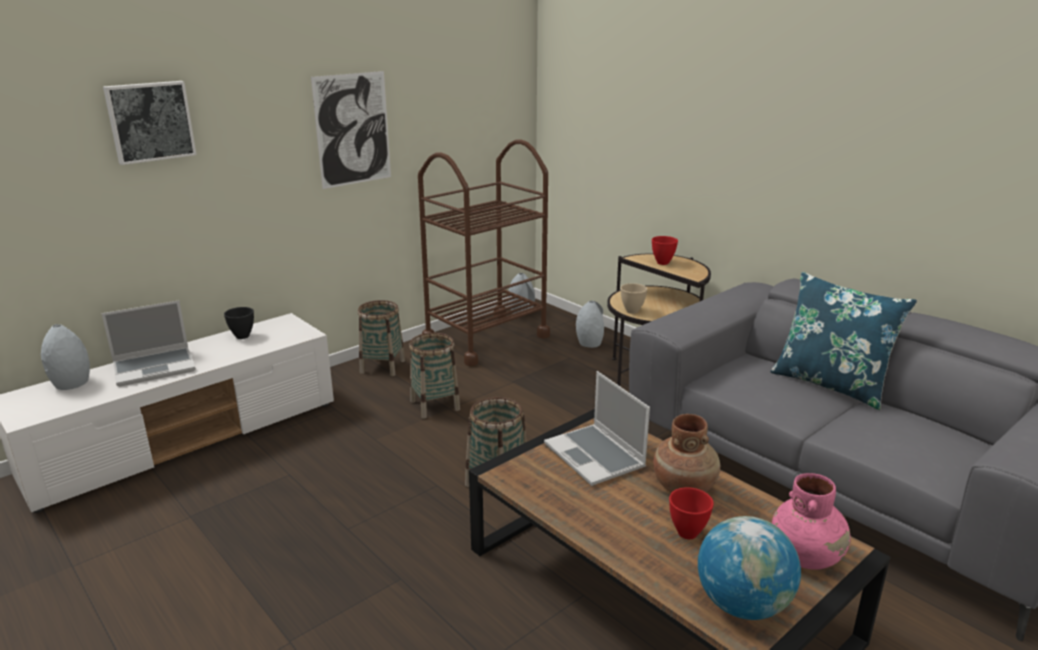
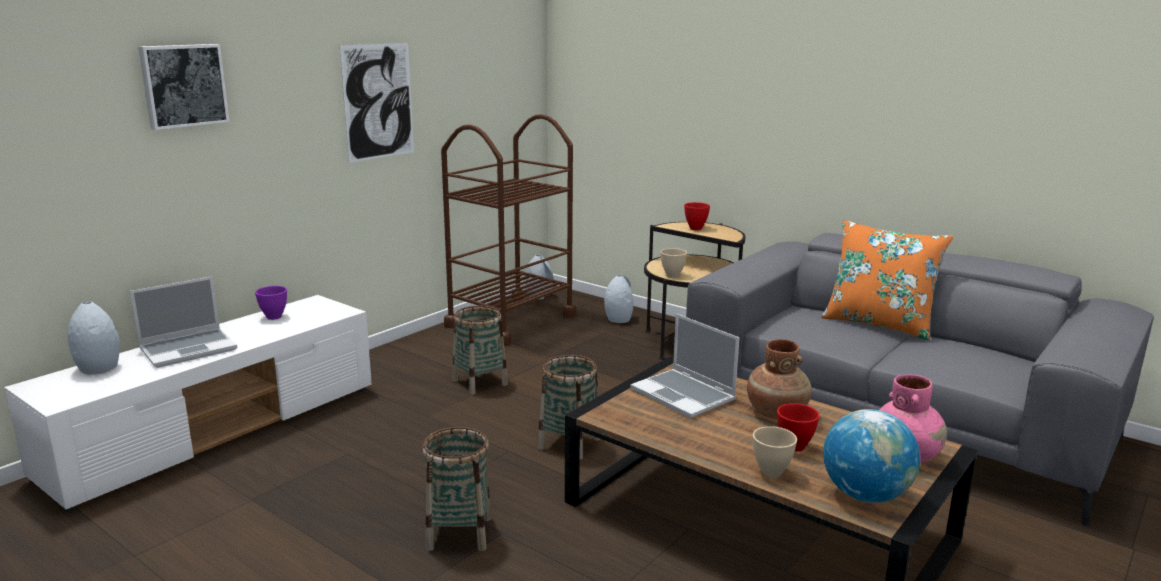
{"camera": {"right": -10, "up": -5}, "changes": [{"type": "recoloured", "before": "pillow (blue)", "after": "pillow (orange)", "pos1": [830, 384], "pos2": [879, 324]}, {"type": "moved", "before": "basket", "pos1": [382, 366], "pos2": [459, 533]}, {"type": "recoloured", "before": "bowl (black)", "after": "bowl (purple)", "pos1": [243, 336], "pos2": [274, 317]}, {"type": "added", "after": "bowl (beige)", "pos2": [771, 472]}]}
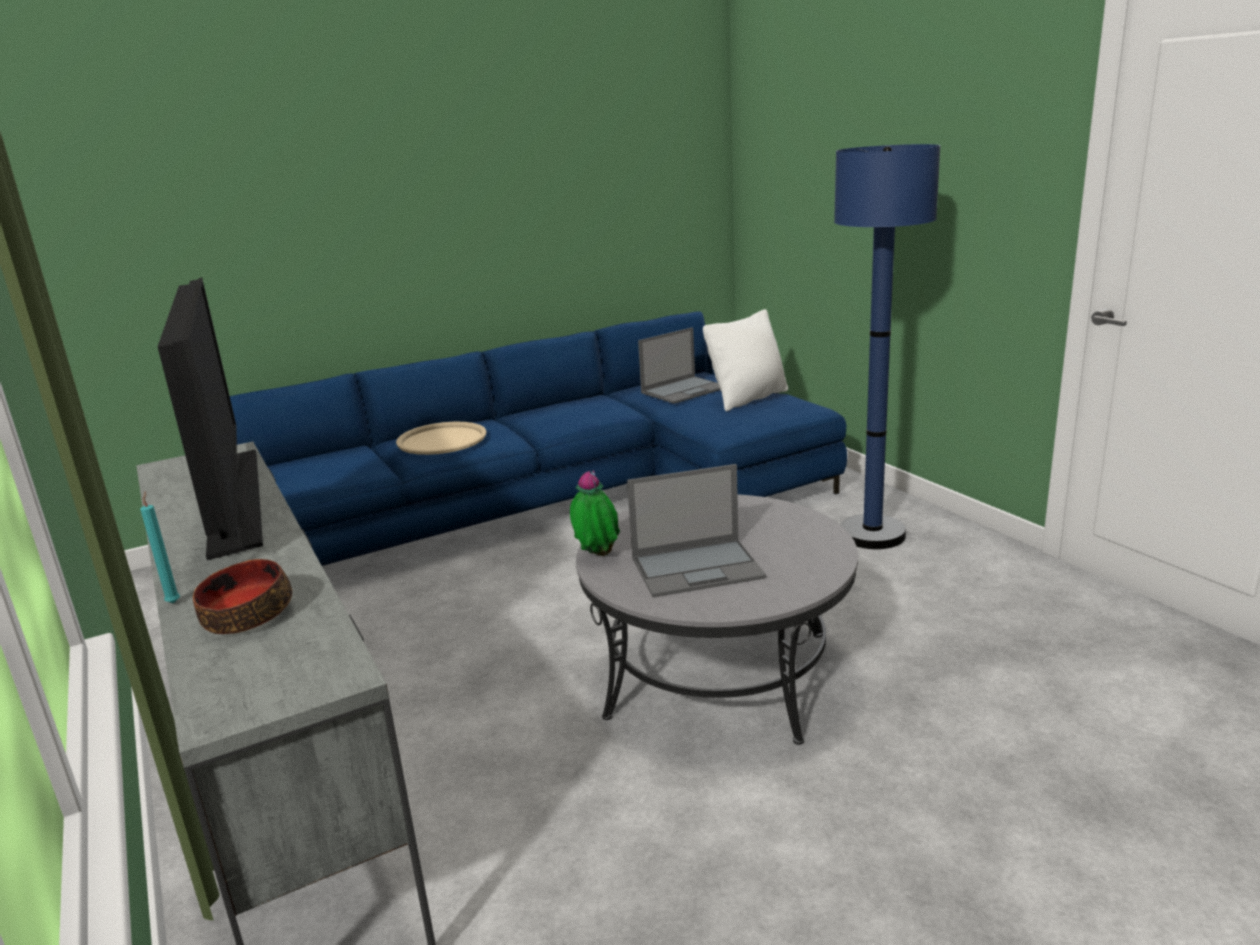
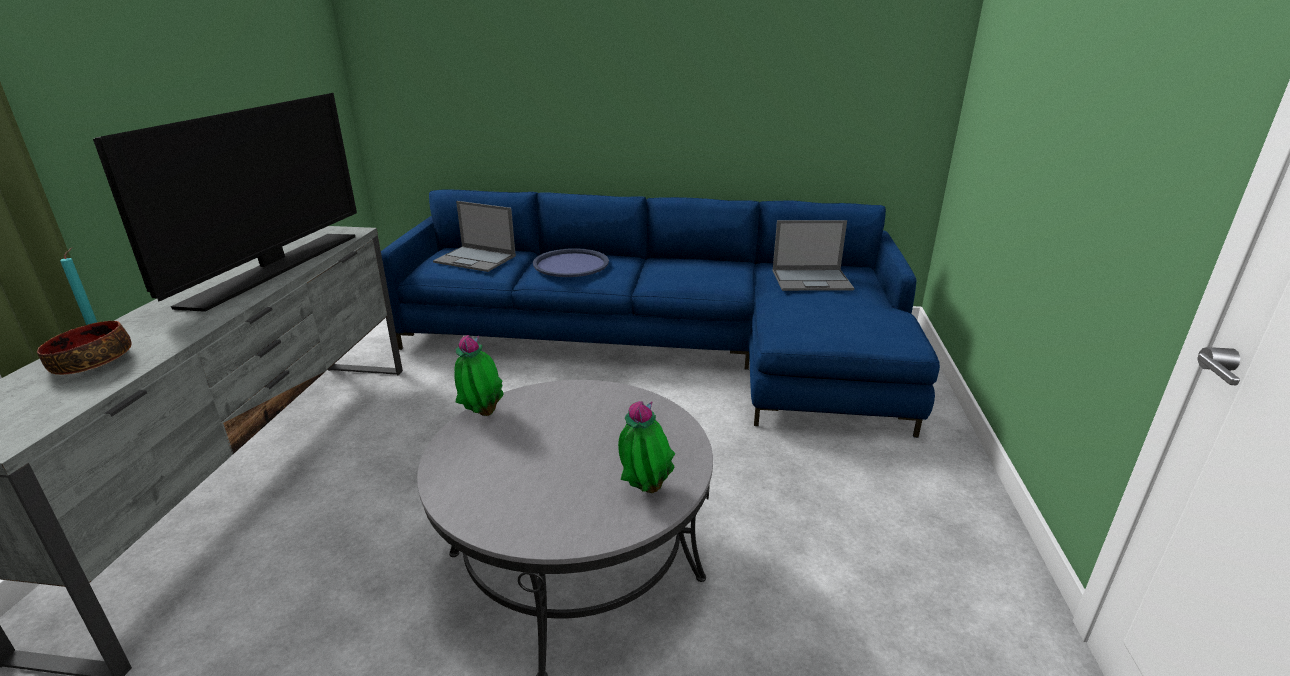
{"camera": {"right": 35, "up": 5}, "changes": [{"type": "removed", "before": "floor lamp (blue)", "pos1": [872, 534]}, {"type": "removed", "before": "pillow (white)", "pos1": [748, 399]}, {"type": "recoloured", "before": "tray (beige)", "after": "tray (blue)", "pos1": [442, 440], "pos2": [571, 264]}, {"type": "moved", "before": "laptop", "pos1": [698, 567], "pos2": [476, 259]}, {"type": "added", "after": "potted plant", "pos2": [644, 489]}]}
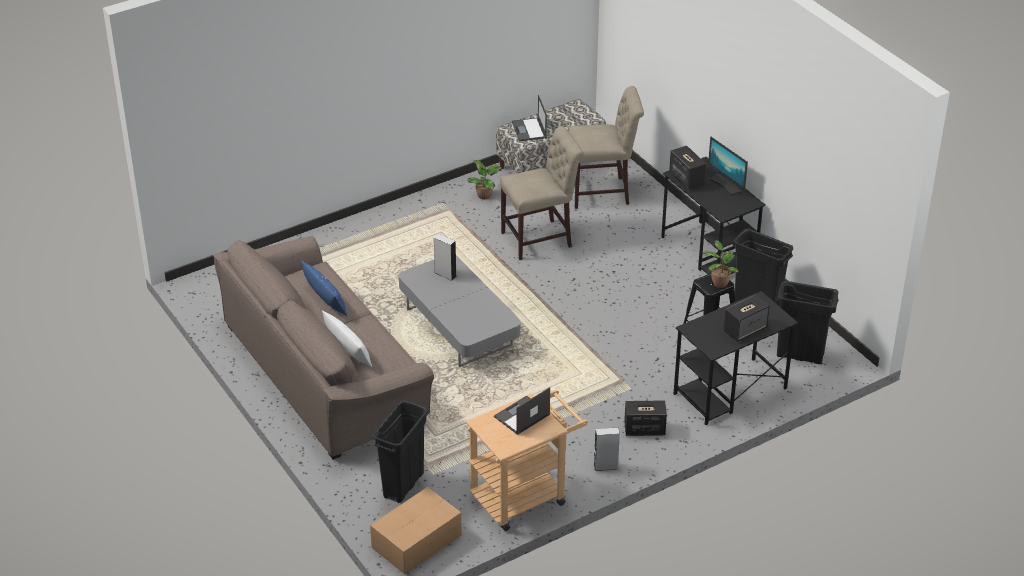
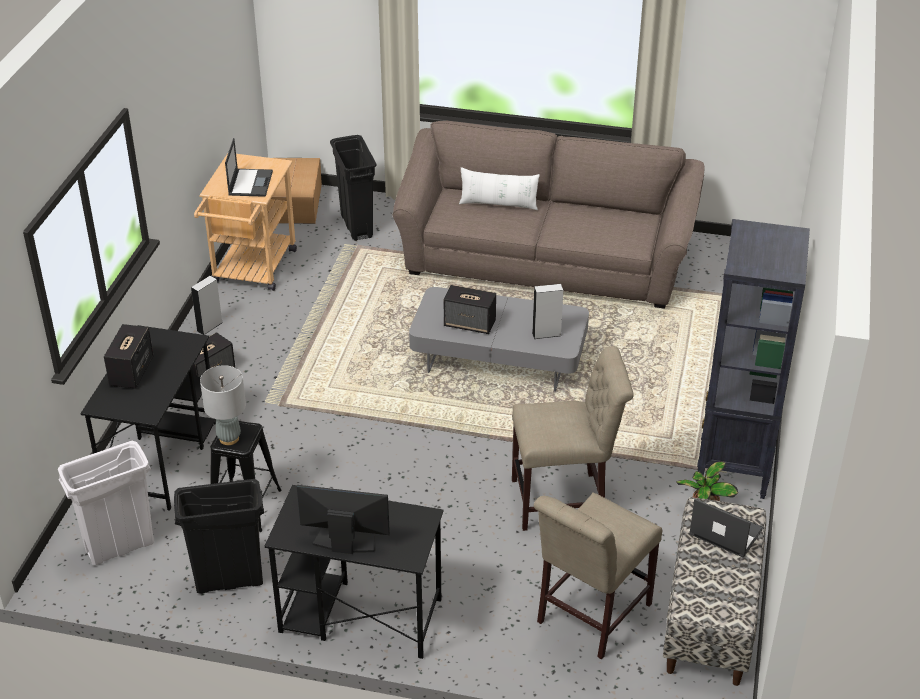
{"camera": {"right": 135, "up": 0}, "changes": [{"type": "turned", "before": "chair (beige)", "pos1": [540, 239], "pos2": [565, 501], "turn": -120}, {"type": "moved", "before": "speaker", "pos1": [686, 178], "pos2": [470, 324]}, {"type": "replaced", "before": "potted plant", "after": "table lamp (grey)", "pos1": [719, 283], "pos2": [229, 438]}, {"type": "removed", "before": "pillow (blue)", "pos1": [325, 299]}, {"type": "recoloured", "before": "trash can (black)", "after": "trash can (white)", "pos1": [800, 355], "pos2": [119, 547]}, {"type": "added", "after": "bookcase (black)", "pos2": [733, 465]}]}
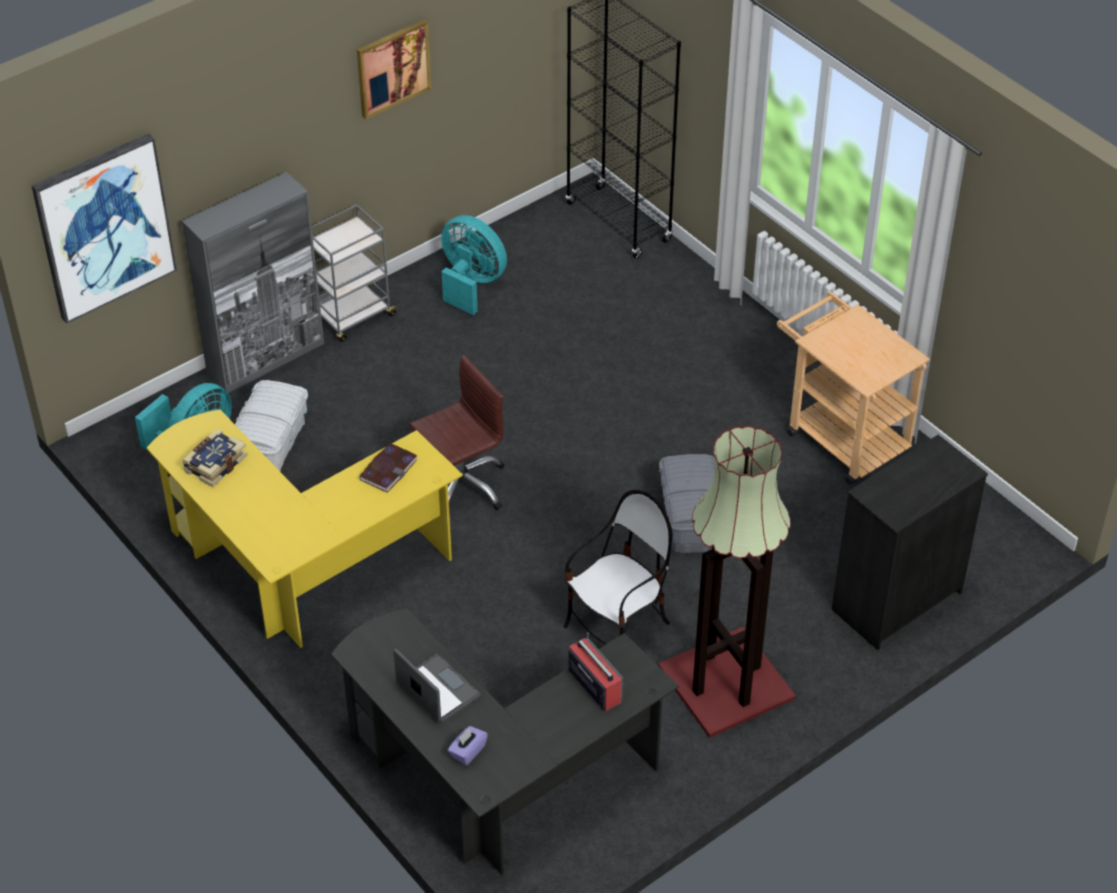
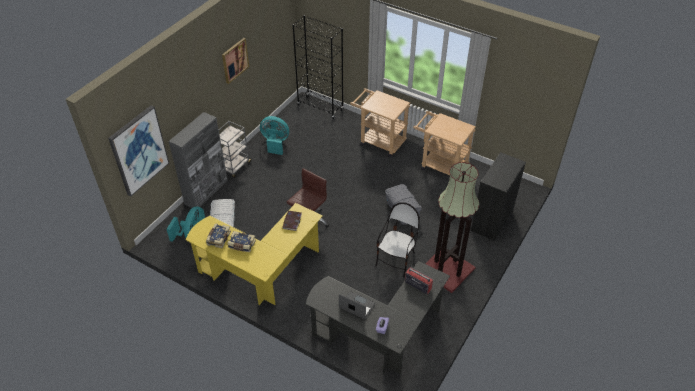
{"camera": {"right": -20, "up": 0}, "changes": [{"type": "added", "after": "cart (beige)", "pos2": [379, 141]}, {"type": "added", "after": "book", "pos2": [241, 245]}]}
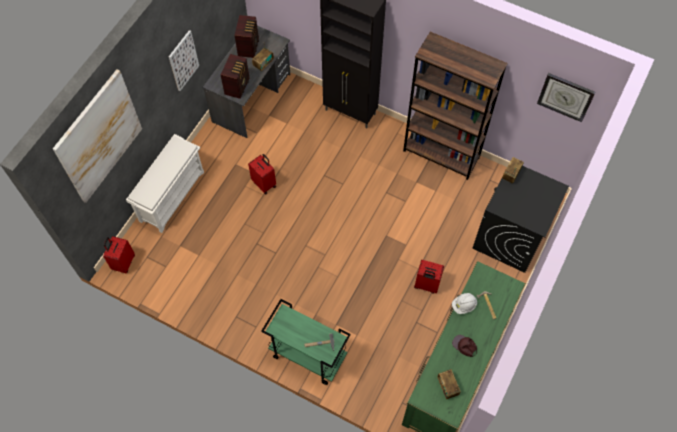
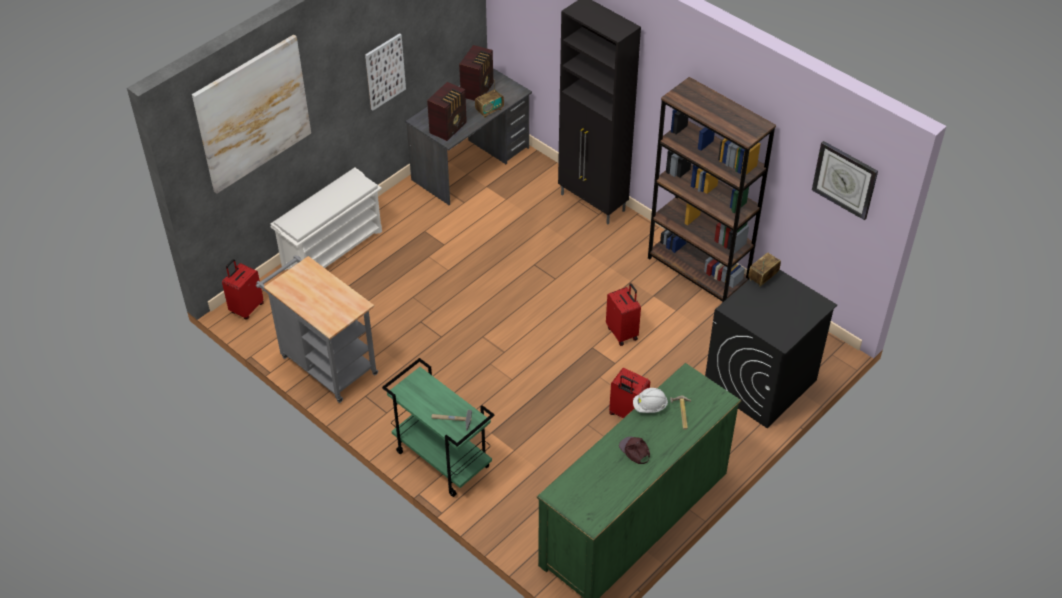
{"camera": {"right": 15, "up": -15}, "changes": [{"type": "moved", "before": "suitcase (red)", "pos1": [264, 183], "pos2": [622, 333]}, {"type": "removed", "before": "radio", "pos1": [447, 387]}, {"type": "added", "after": "cart (grey)", "pos2": [324, 363]}]}
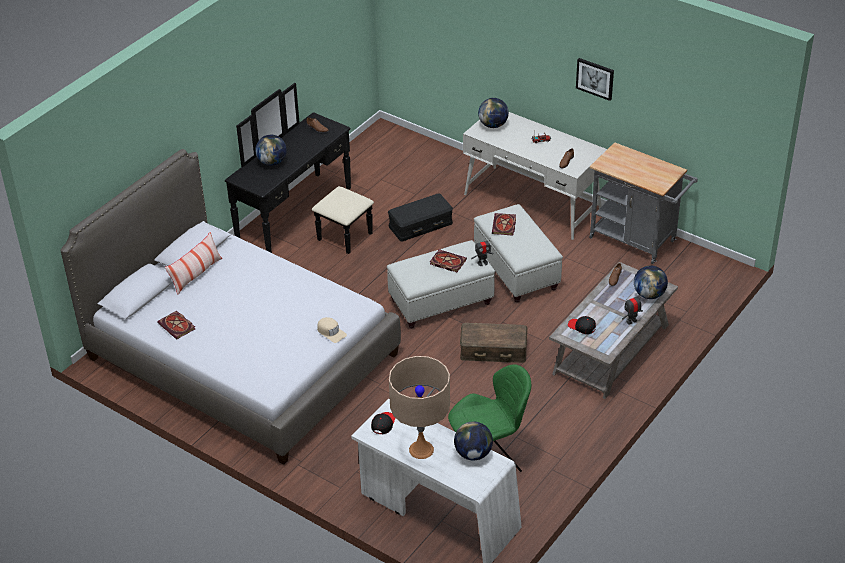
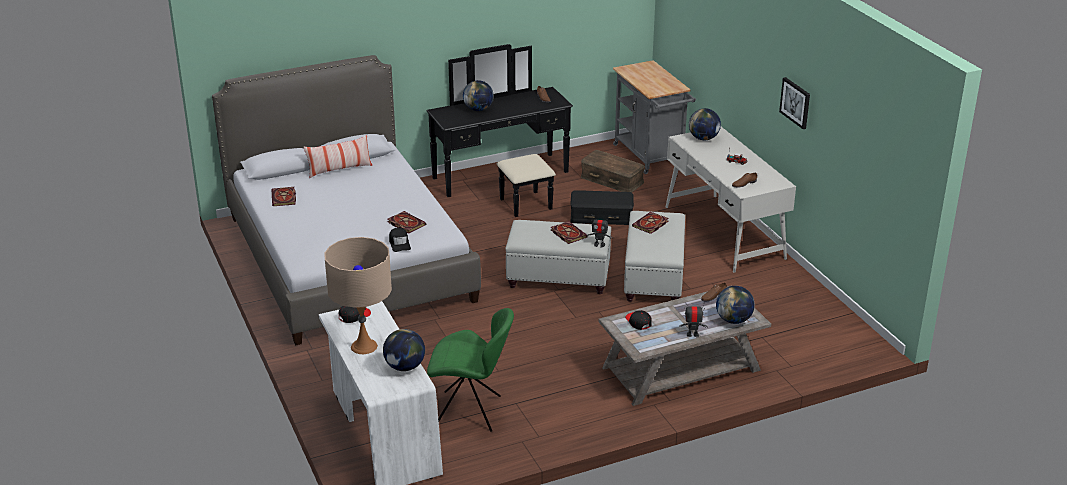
{"camera": {"right": 30, "up": -10}, "changes": [{"type": "moved", "before": "cart (grey)", "pos1": [637, 241], "pos2": [650, 158]}, {"type": "recoloured", "before": "cap (beige)", "after": "cap (black)", "pos1": [331, 332], "pos2": [399, 243]}, {"type": "moved", "before": "storage box (brown)", "pos1": [493, 350], "pos2": [612, 179]}, {"type": "added", "after": "book", "pos2": [405, 223]}]}
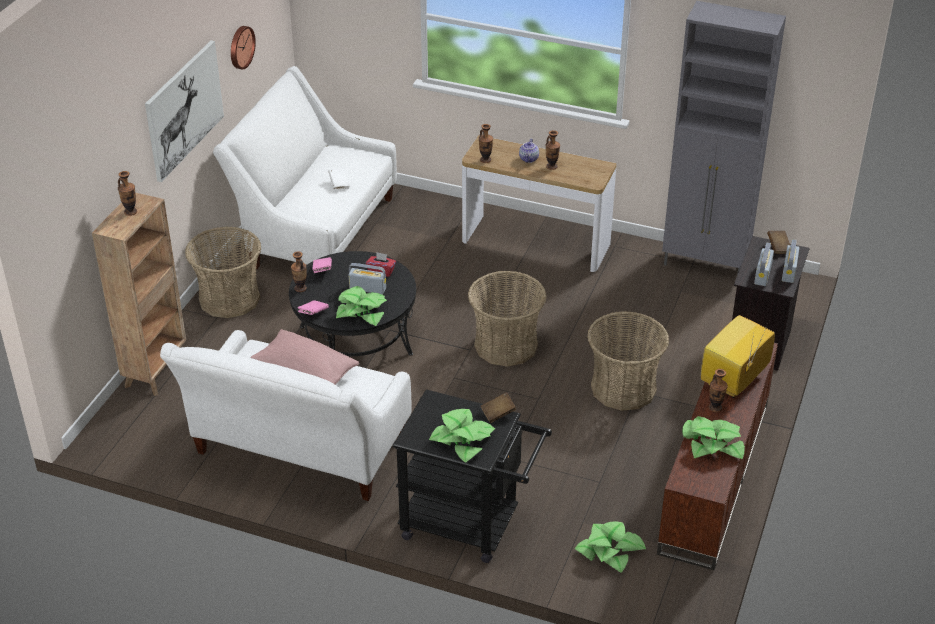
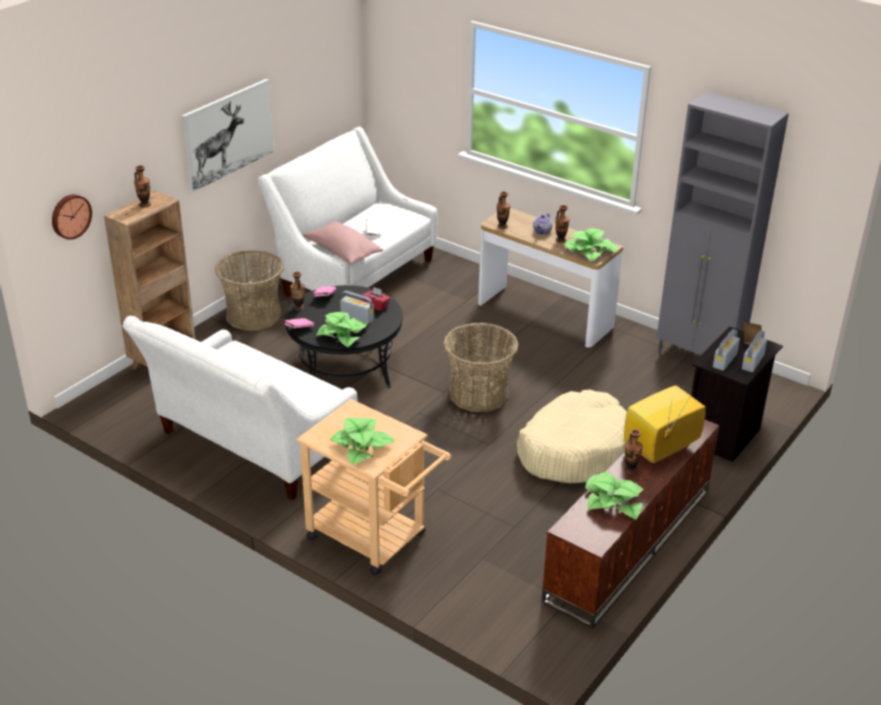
{"camera": {"right": 15, "up": -5}, "changes": [{"type": "moved", "before": "wall clock", "pos1": [240, 47], "pos2": [70, 216]}, {"type": "replaced", "before": "basket", "after": "dog bed (beige)", "pos1": [623, 388], "pos2": [573, 450]}, {"type": "moved", "before": "pillow (pink)", "pos1": [305, 371], "pos2": [342, 252]}, {"type": "recoloured", "before": "cart (black)", "after": "cart (beige)", "pos1": [470, 525], "pos2": [374, 540]}, {"type": "removed", "before": "book (brown)", "pos1": [498, 413]}, {"type": "moved", "before": "potted plant", "pos1": [610, 551], "pos2": [589, 251]}]}
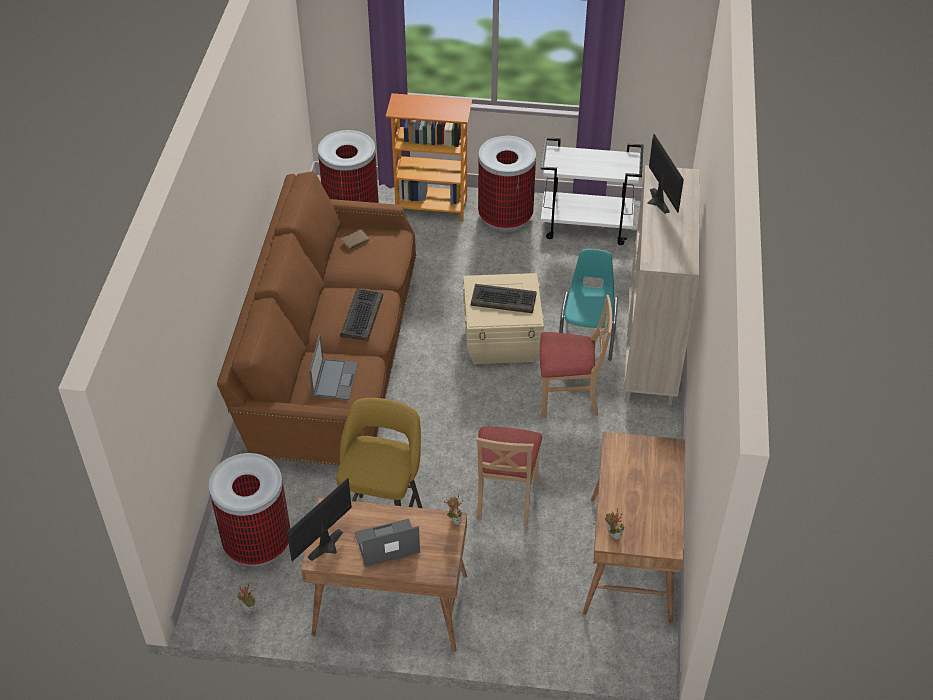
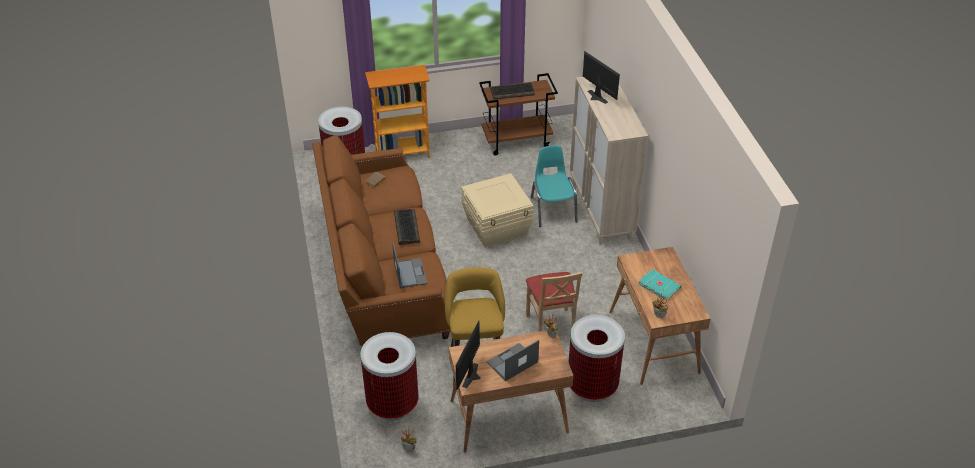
{"camera": {"right": -20, "up": -5}, "changes": [{"type": "moved", "before": "trash can", "pos1": [505, 218], "pos2": [592, 386]}, {"type": "recoloured", "before": "cart (white)", "after": "cart (brown)", "pos1": [587, 226], "pos2": [517, 141]}, {"type": "moved", "before": "keyboard", "pos1": [504, 299], "pos2": [512, 92]}, {"type": "removed", "before": "chair (beige)", "pos1": [568, 397]}, {"type": "added", "after": "book (turquoise)", "pos2": [659, 285]}]}
